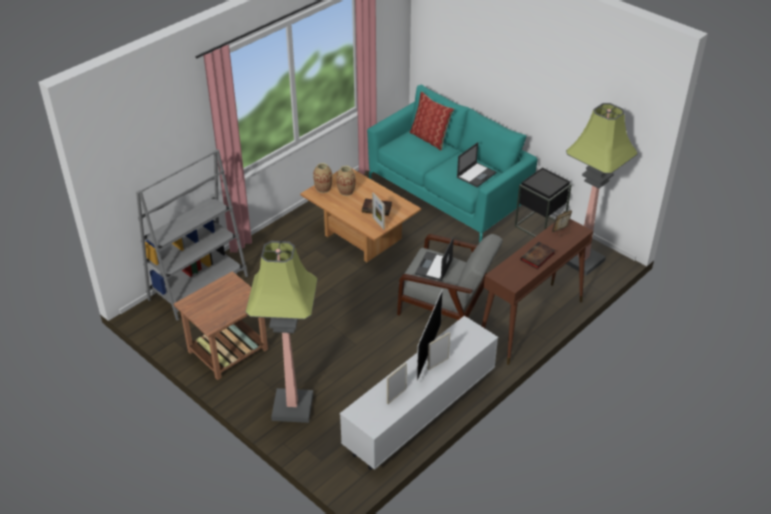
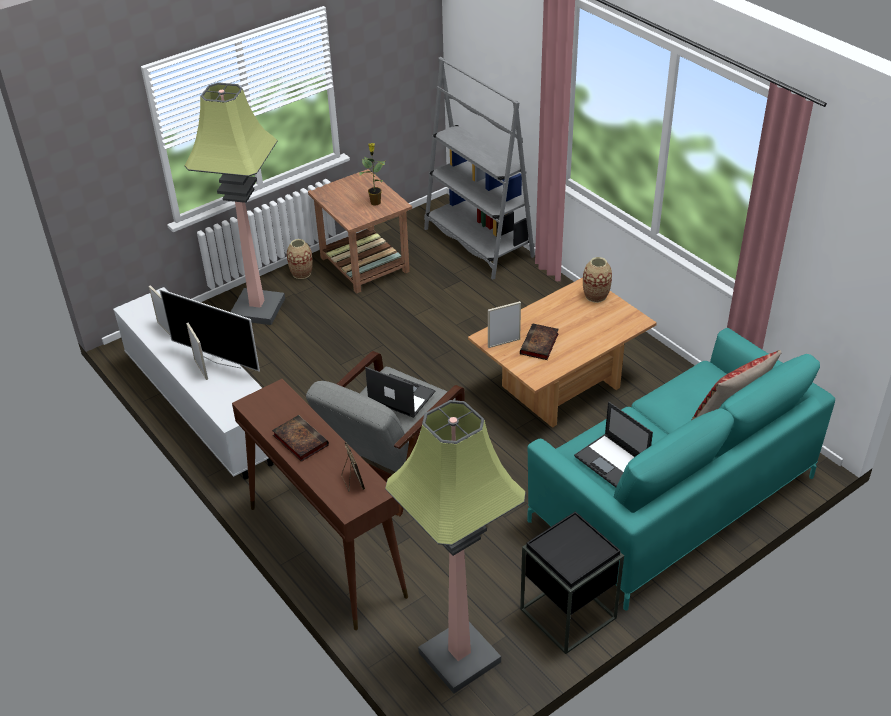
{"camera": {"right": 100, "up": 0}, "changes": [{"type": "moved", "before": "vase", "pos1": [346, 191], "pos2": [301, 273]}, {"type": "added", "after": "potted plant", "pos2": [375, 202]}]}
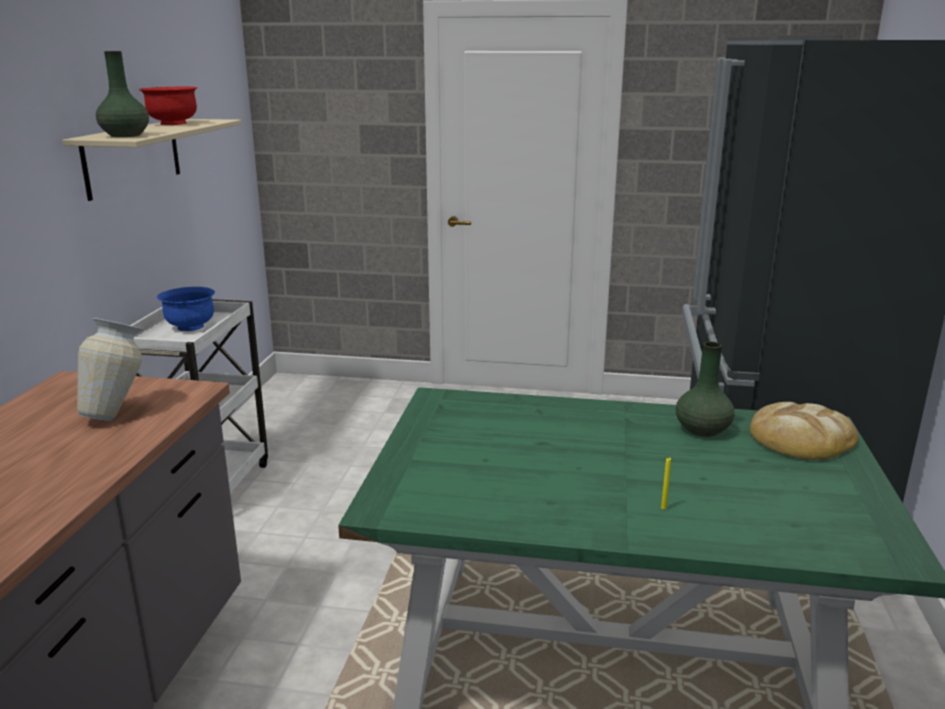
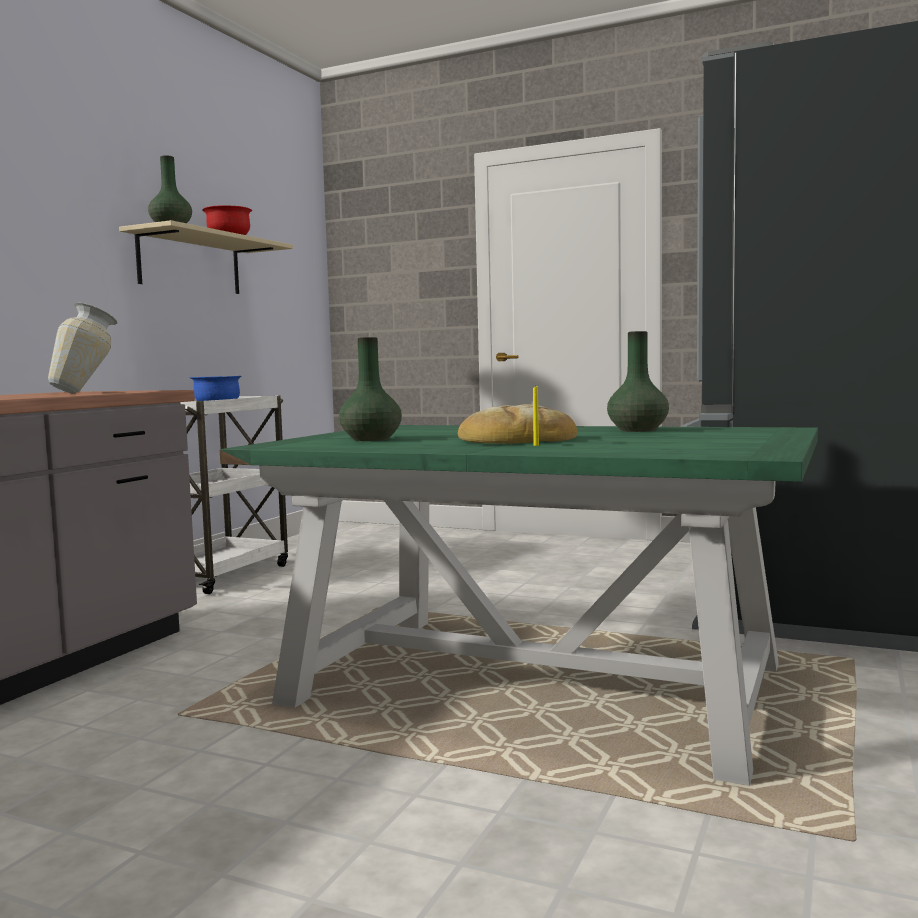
{"camera": {"right": 15, "up": -15}, "changes": [{"type": "moved", "before": "bread", "pos1": [801, 438], "pos2": [516, 439]}, {"type": "added", "after": "vase (green)", "pos2": [371, 439]}]}
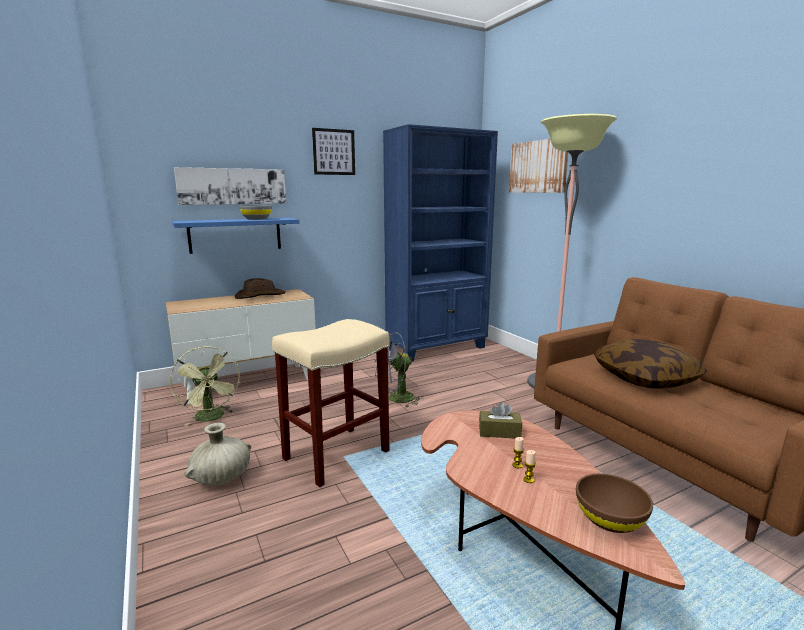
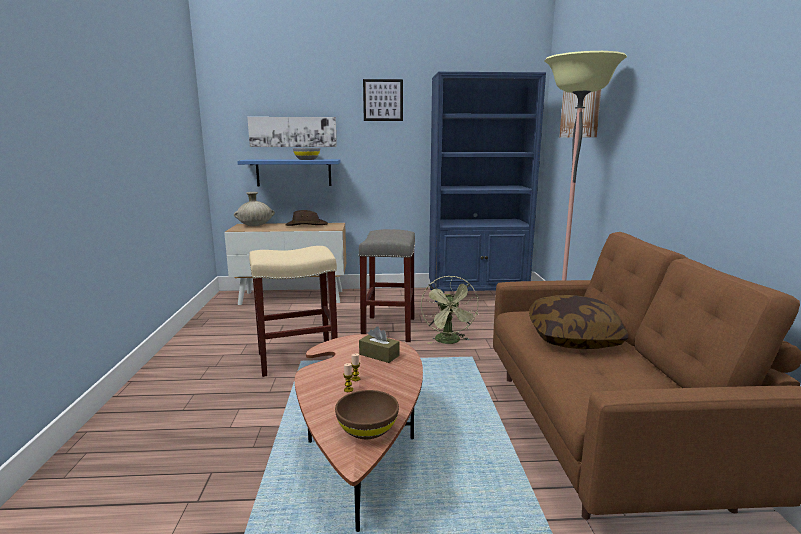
{"camera": {"right": 25, "up": 0}, "changes": [{"type": "replaced", "before": "fan (grey)", "after": "stool (grey)", "pos1": [396, 399], "pos2": [389, 329]}, {"type": "moved", "before": "fan (green)", "pos1": [212, 418], "pos2": [449, 341]}, {"type": "moved", "before": "vase (beige)", "pos1": [222, 478], "pos2": [255, 225]}]}
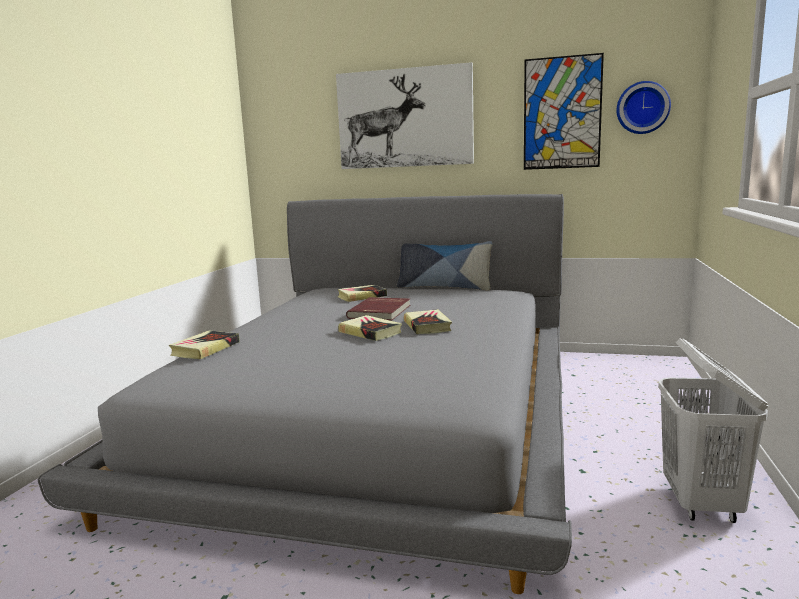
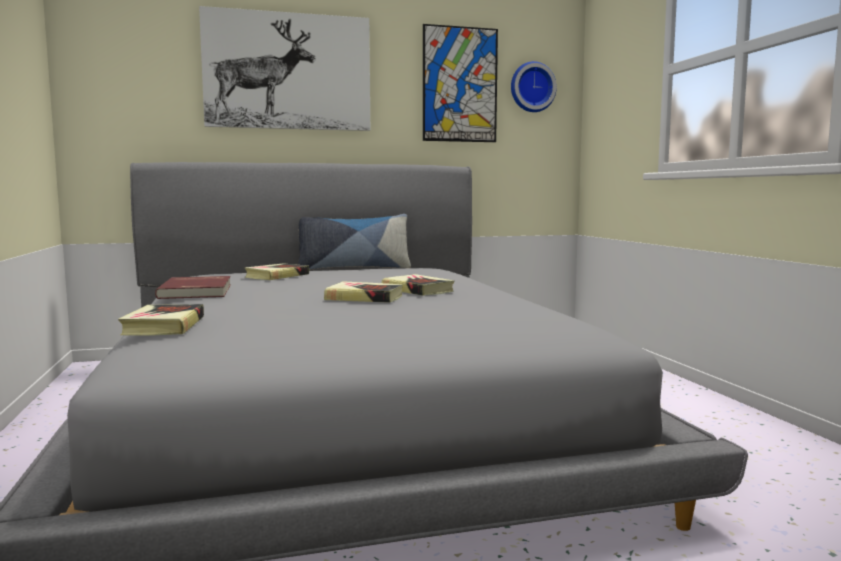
{"camera": {"right": -30, "up": -5}, "changes": [{"type": "moved", "before": "book (red)", "pos1": [381, 311], "pos2": [197, 291]}, {"type": "removed", "before": "laundry basket (white)", "pos1": [701, 503]}]}
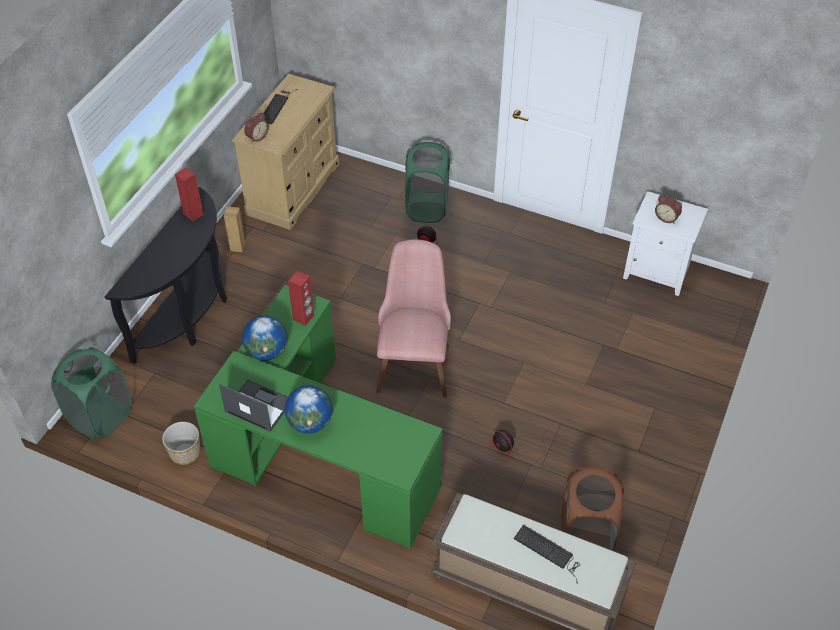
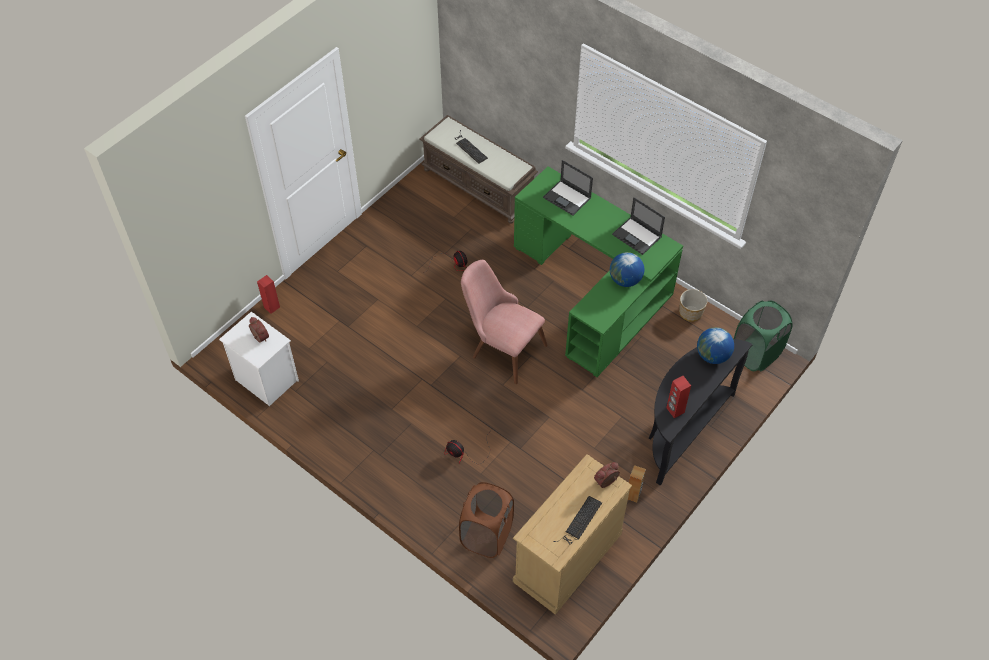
{"camera": {"right": -165, "up": 5}, "changes": [{"type": "removed", "before": "laundry basket (green)", "pos1": [427, 208]}, {"type": "turned", "before": "chair (pink)", "pos1": [414, 359], "pos2": [501, 347], "turn": 105}, {"type": "moved", "before": "speaker (red)", "pos1": [304, 317], "pos2": [271, 307]}, {"type": "moved", "before": "globe", "pos1": [310, 423], "pos2": [712, 356]}, {"type": "moved", "before": "laundry basket (brown)", "pos1": [585, 537], "pos2": [486, 535]}, {"type": "added", "after": "laptop", "pos2": [567, 198]}]}
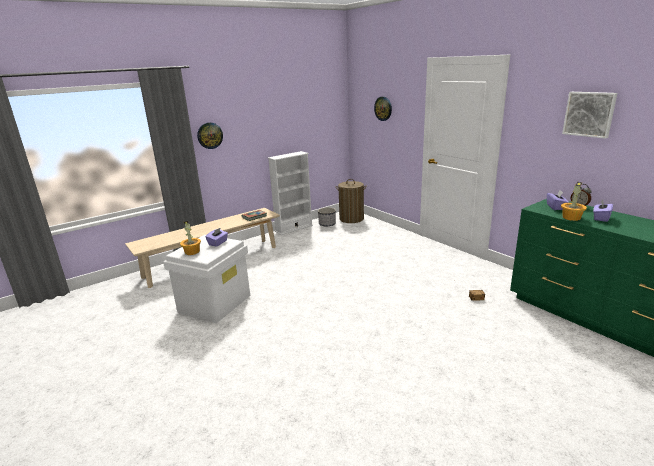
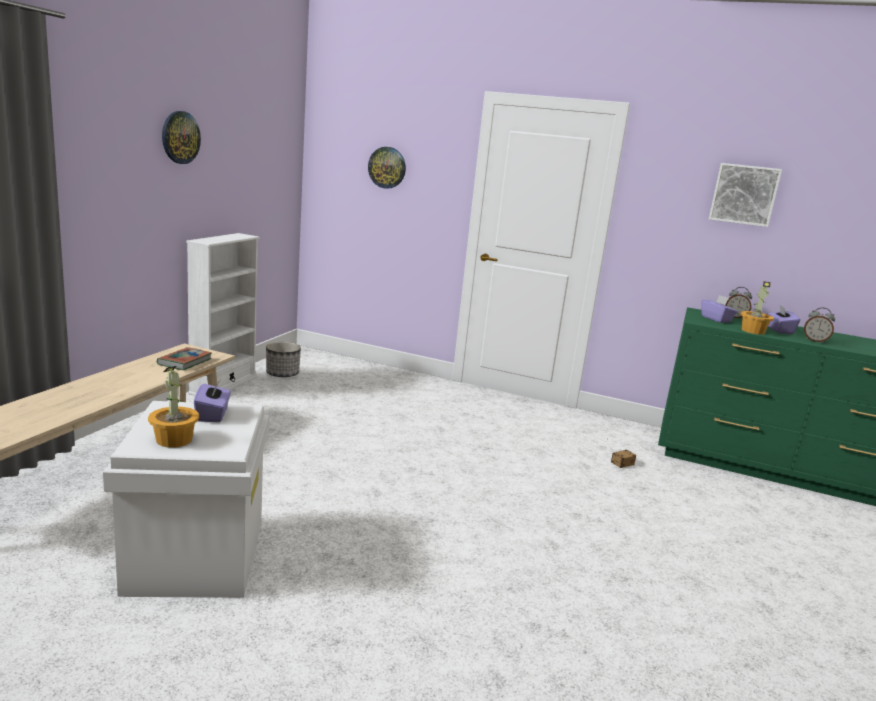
{"camera": {"right": -35, "up": -5}, "changes": [{"type": "moved", "before": "wall clock", "pos1": [210, 135], "pos2": [180, 137]}, {"type": "removed", "before": "laundry basket", "pos1": [351, 219]}, {"type": "added", "after": "alarm clock", "pos2": [815, 341]}]}
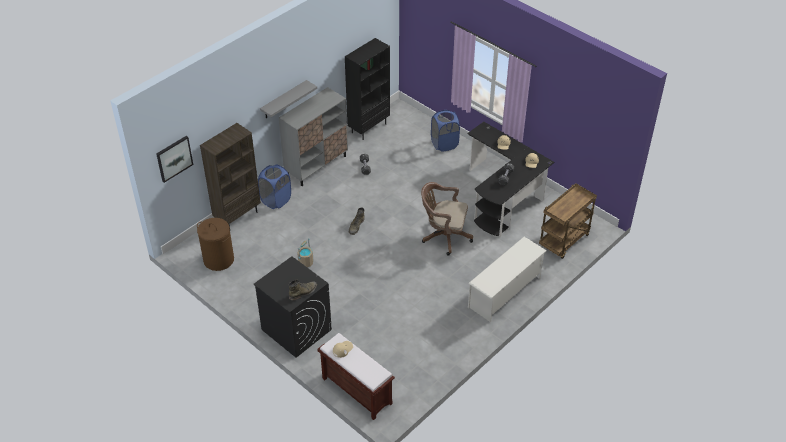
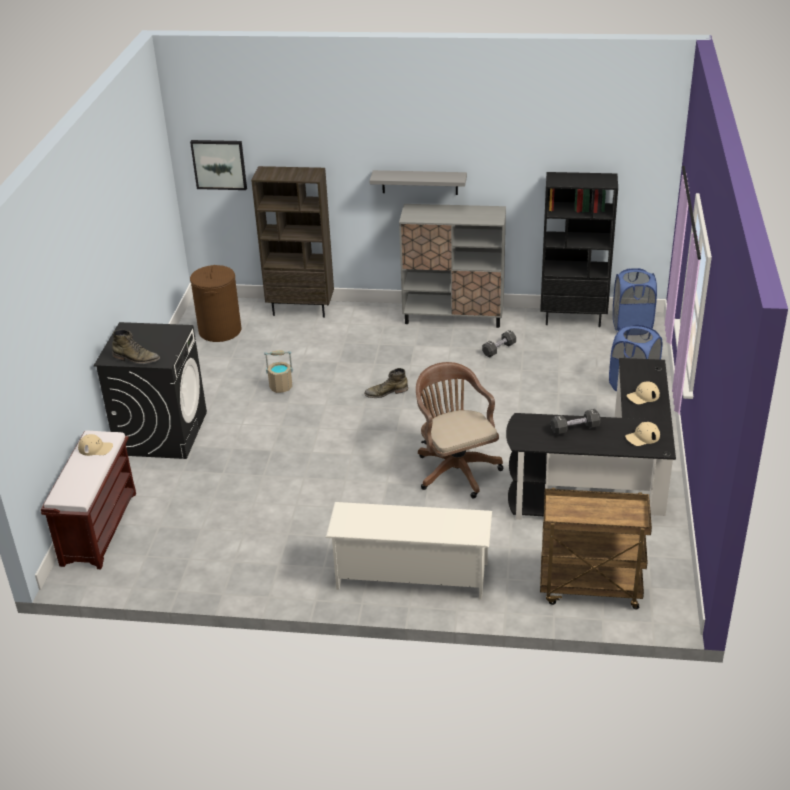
{"camera": {"right": 55, "up": -10}, "changes": [{"type": "moved", "before": "laundry basket (blue)", "pos1": [276, 200], "pos2": [632, 326]}]}
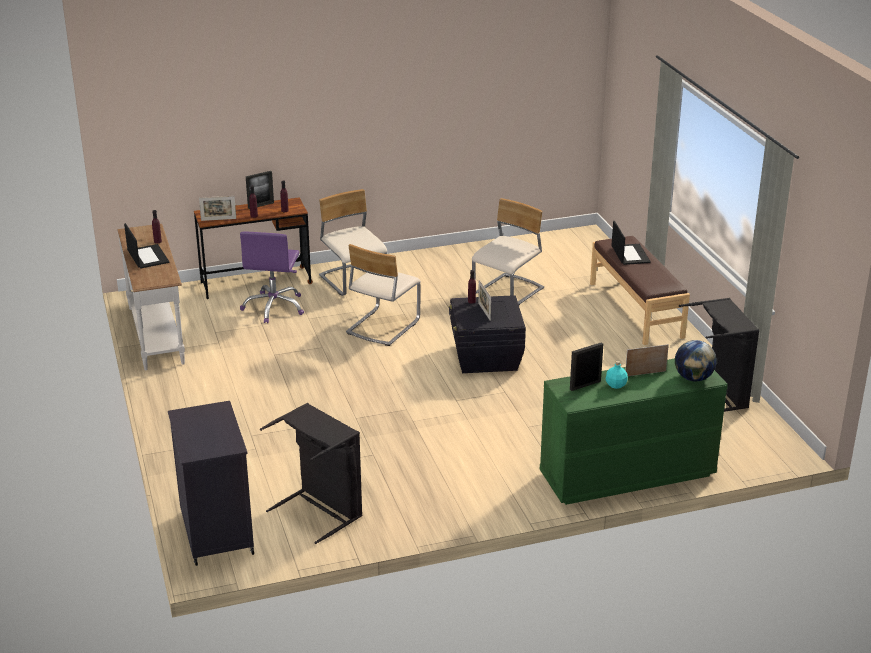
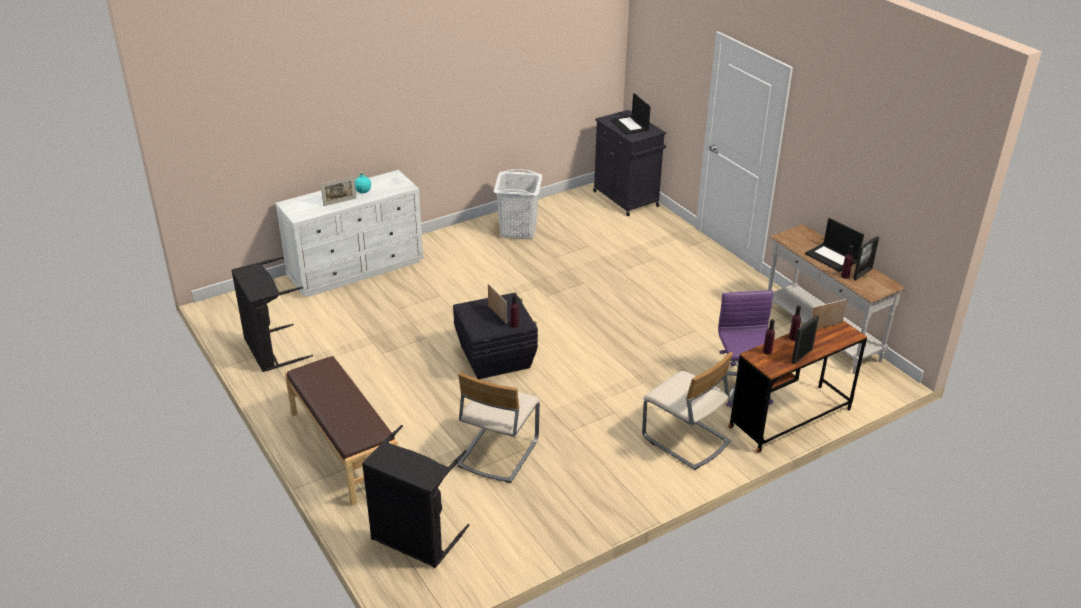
{"camera": {"right": 165, "up": 5}, "changes": [{"type": "moved", "before": "laptop", "pos1": [629, 254], "pos2": [630, 125]}, {"type": "removed", "before": "chair (beige)", "pos1": [382, 326]}, {"type": "removed", "before": "globe", "pos1": [693, 378]}, {"type": "moved", "before": "picture frame", "pos1": [585, 385], "pos2": [862, 274]}, {"type": "recoloured", "before": "dresser (green)", "after": "dresser (white)", "pos1": [626, 474], "pos2": [357, 269]}, {"type": "moved", "before": "laundry basket (black)", "pos1": [321, 510], "pos2": [415, 539]}, {"type": "added", "after": "laundry basket (white)", "pos2": [518, 230]}]}
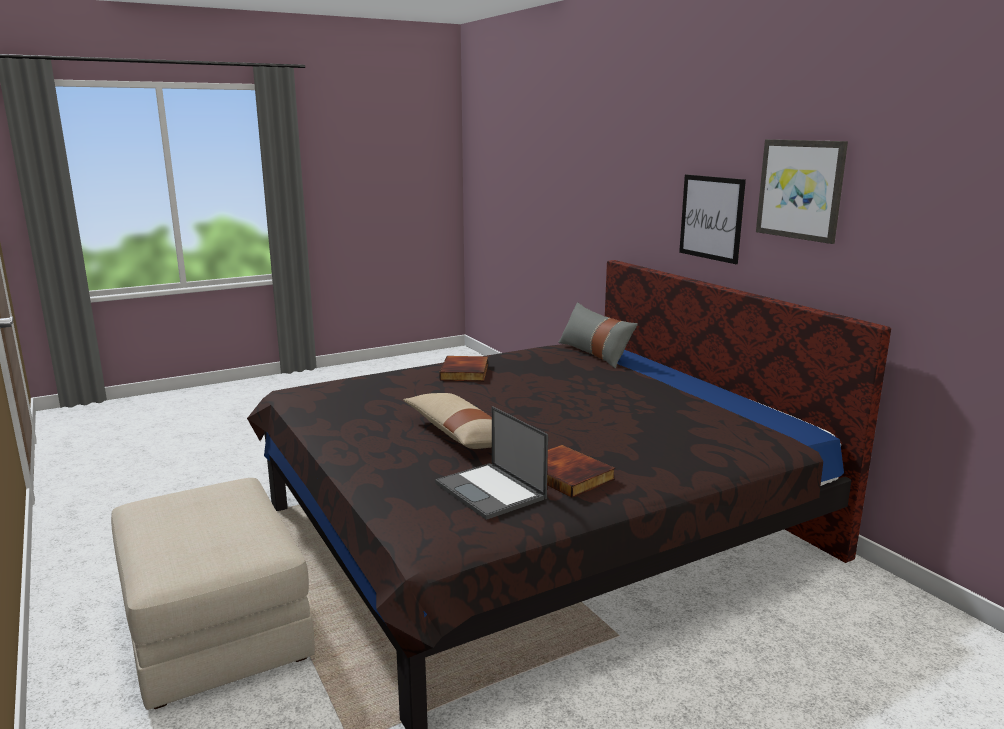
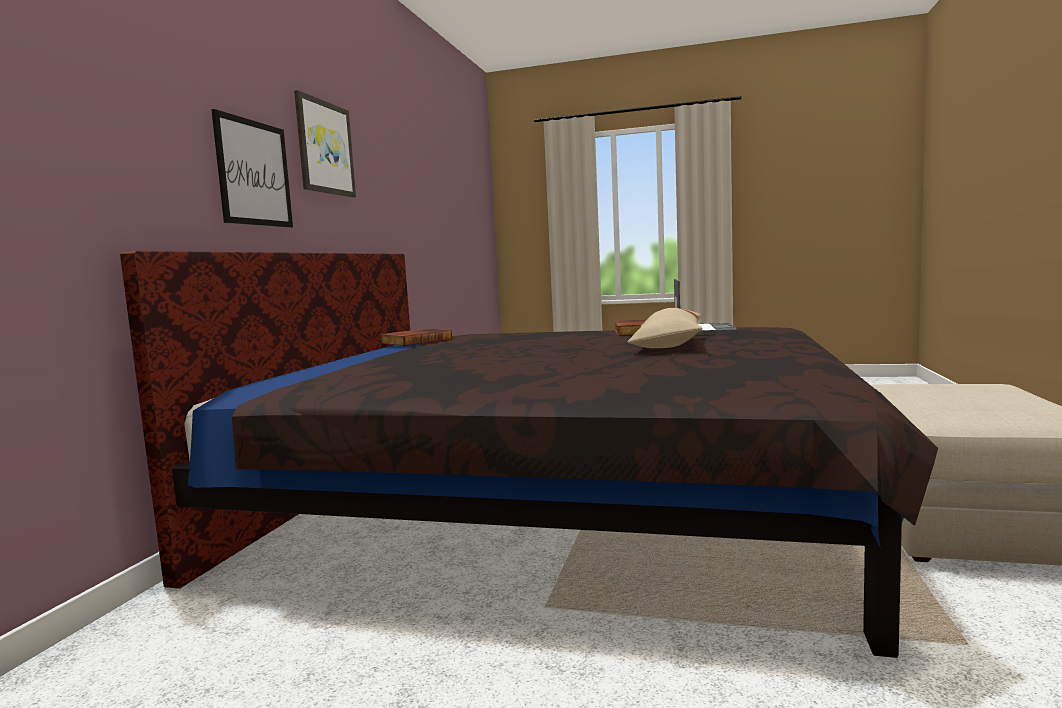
{"camera": {"right": -135, "up": -10}, "changes": [{"type": "removed", "before": "pillow (grey)", "pos1": [594, 353]}, {"type": "moved", "before": "book", "pos1": [466, 372], "pos2": [416, 341]}]}
